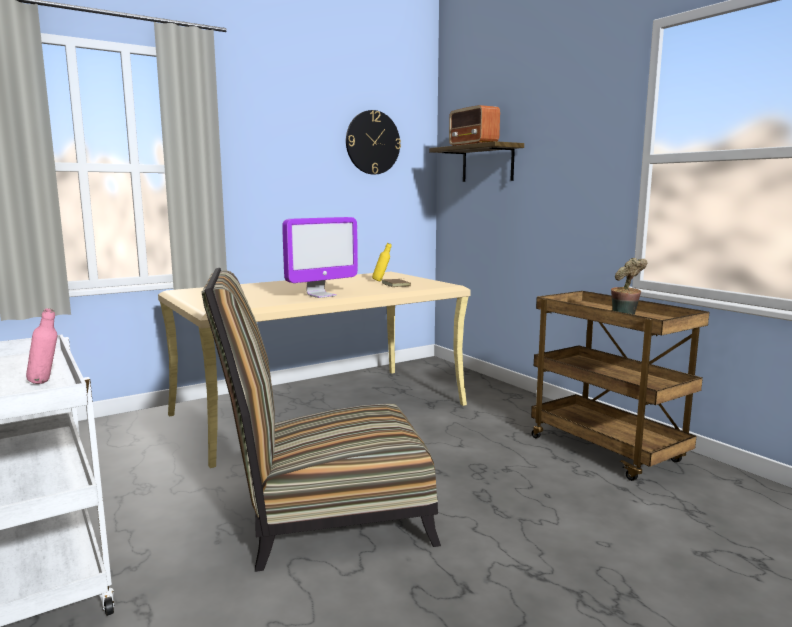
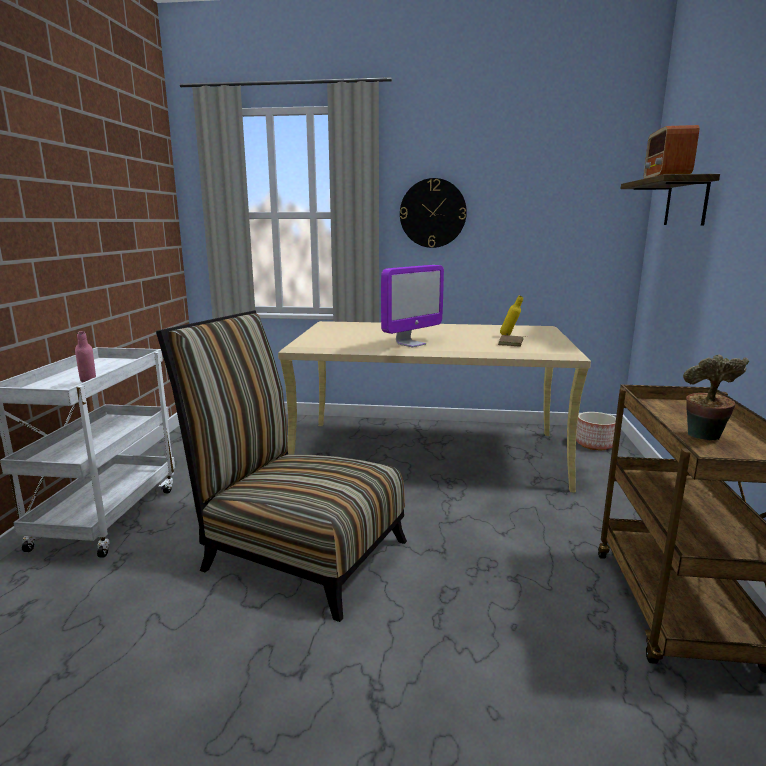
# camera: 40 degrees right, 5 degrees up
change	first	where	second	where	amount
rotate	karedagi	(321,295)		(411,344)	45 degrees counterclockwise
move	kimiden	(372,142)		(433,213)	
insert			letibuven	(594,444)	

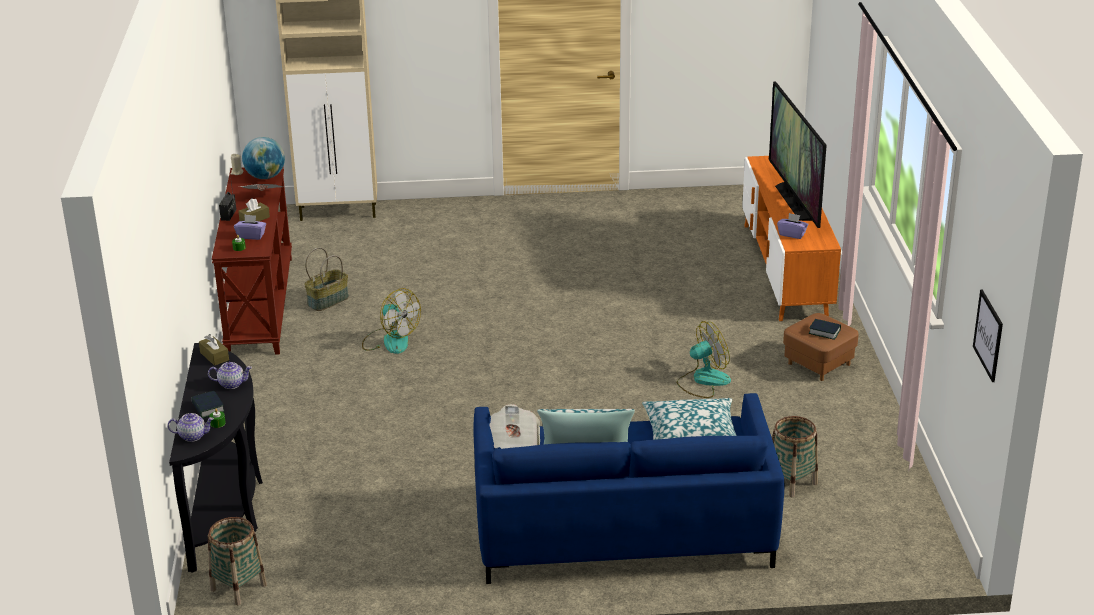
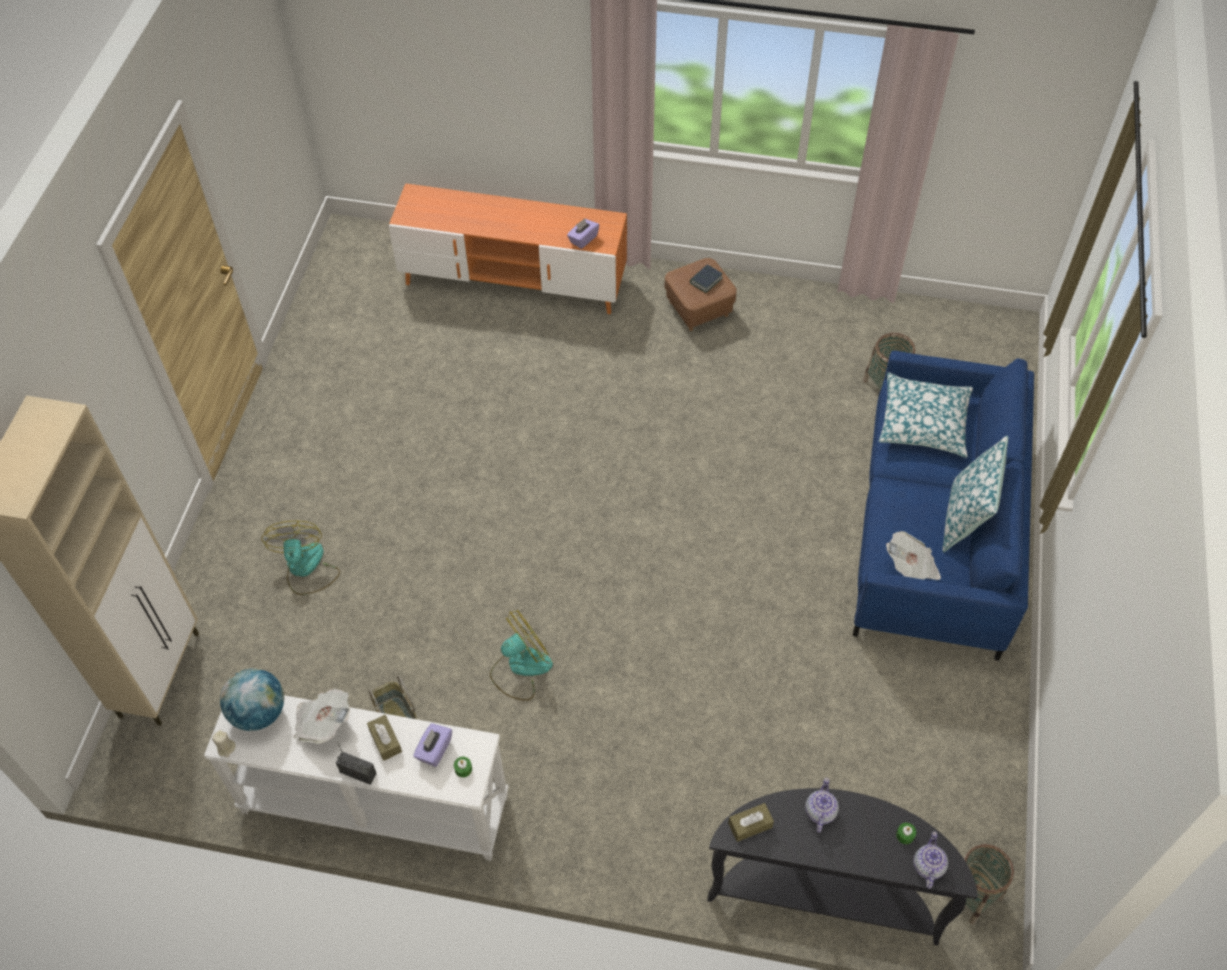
# camera: 75 degrees left, 25 degrees up
change	first	where	second	where	amount
recolor	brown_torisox	(259,305)	white_torisox	(374,805)	
move	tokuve	(703,381)		(306,568)	
delete	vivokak	(208,408)			
delete	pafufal	(795,202)			
delete	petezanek	(988,335)			

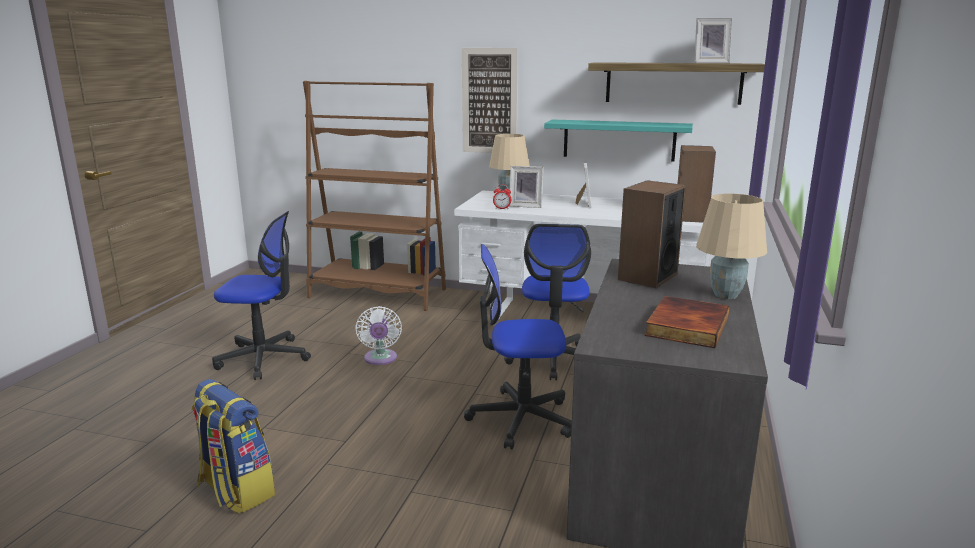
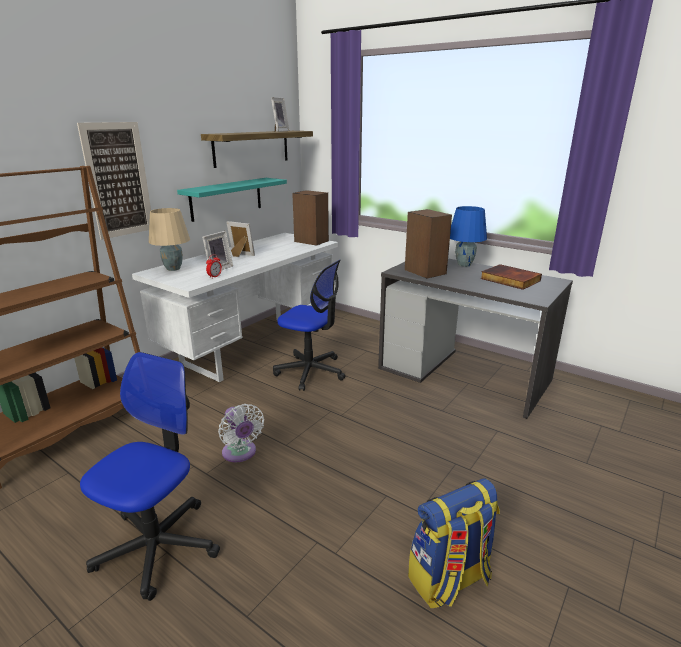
# camera: 70 degrees left, 5 degrees up
change	first	where	second	where	amount
rotate	white_tokuve	(380,359)		(240,453)	45 degrees clockwise
recolor	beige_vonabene	(724,295)	blue_vonabene	(464,265)	
delete	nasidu	(520,418)			

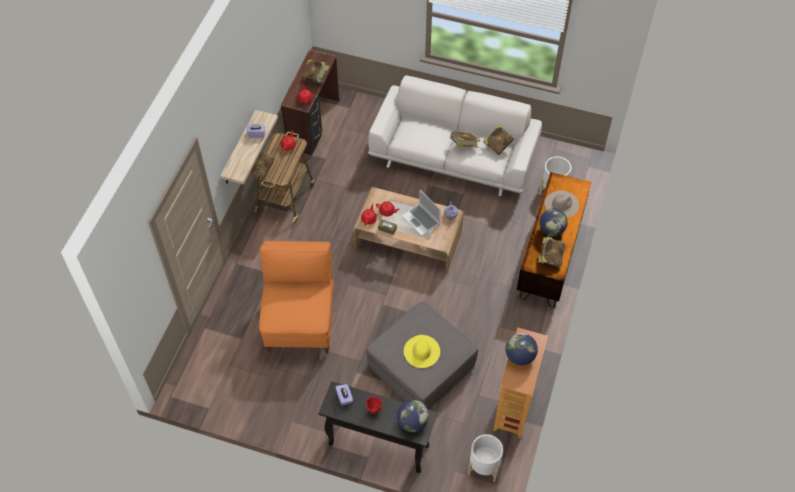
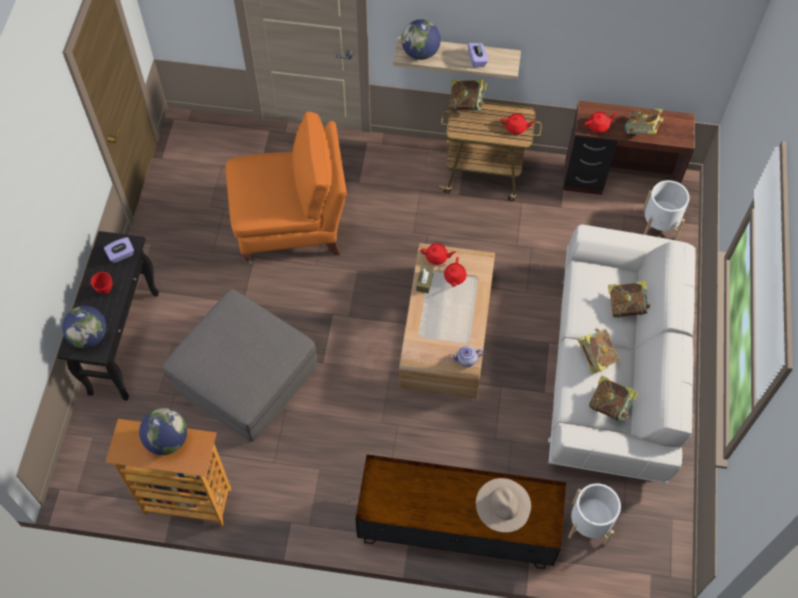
# camera: 80 degrees right, 5 degrees up
change	first	where	second	where	amount
move	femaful	(551,230)		(420,53)	
move	vivokak	(550,258)		(626,306)	
move	white_letibuven	(484,465)		(659,224)	
delete	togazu	(421,220)			
delete	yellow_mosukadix	(421,351)			

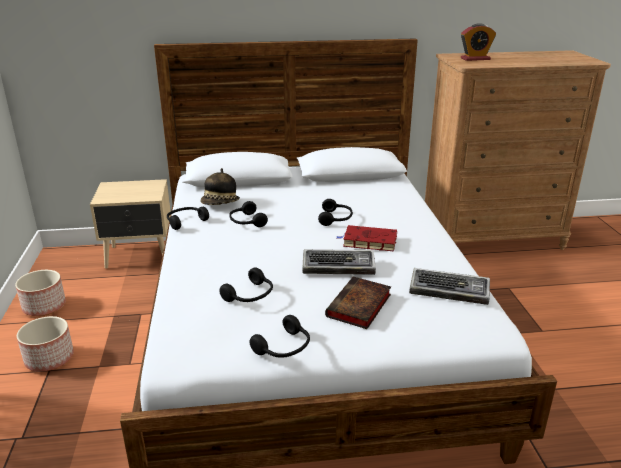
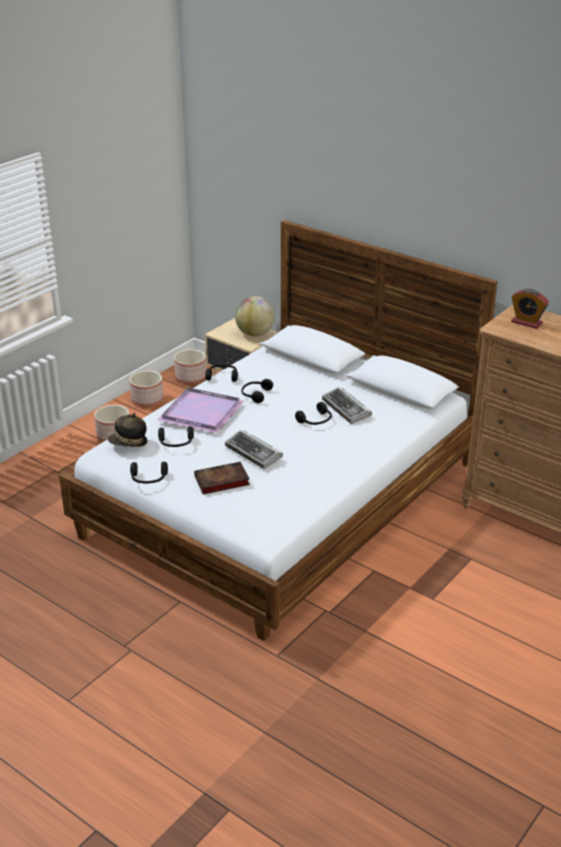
# camera: 45 degrees right, 5 degrees up
change	first	where	second	where	amount
move	mosukadix	(220,204)		(128,443)	
insert			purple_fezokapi	(202,413)	
insert			letibuven	(190,377)	
insert			femaful	(255,333)	
move	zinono	(450,290)		(347,409)	
delete	red_vivokak	(368,241)			

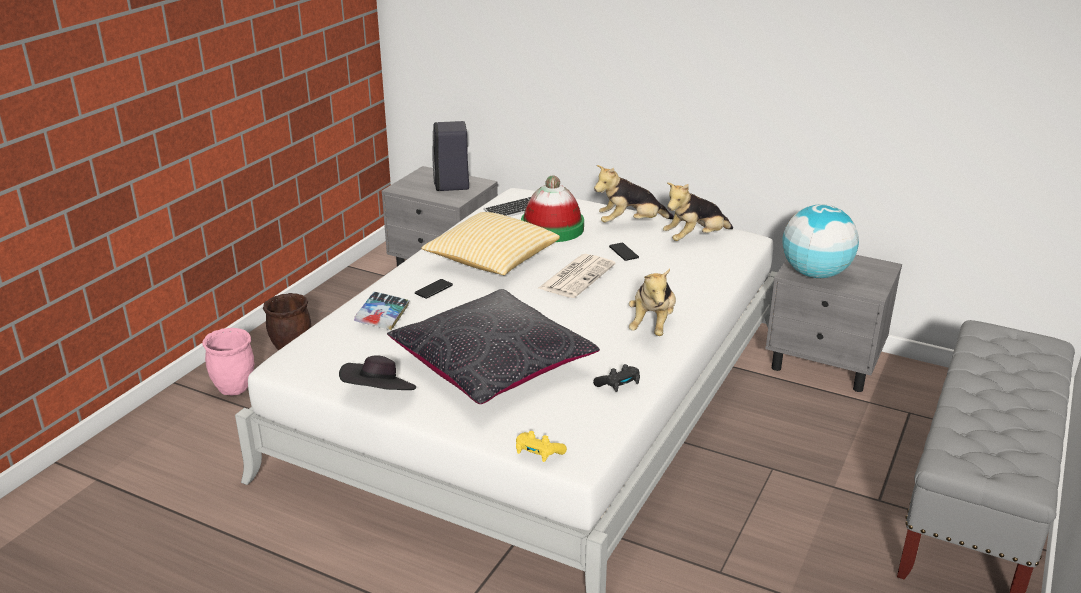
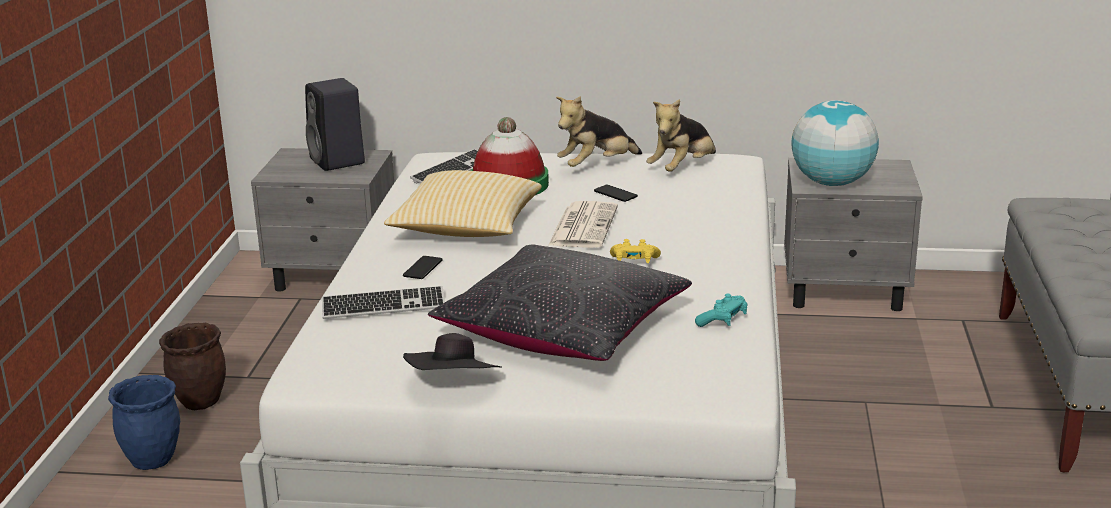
# camera: 20 degrees left, 5 degrees down
change	first	where	second	where	amount
recolor	pink_letibuven	(234,389)	blue_letibuven	(153,461)	
replace	vivokak	(382,316)	zinono	(383,306)	
move	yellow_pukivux	(538,453)		(634,261)	
recolor	black_pukivux	(618,385)	turquoise_pukivux	(722,321)	
delete	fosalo	(652,325)			

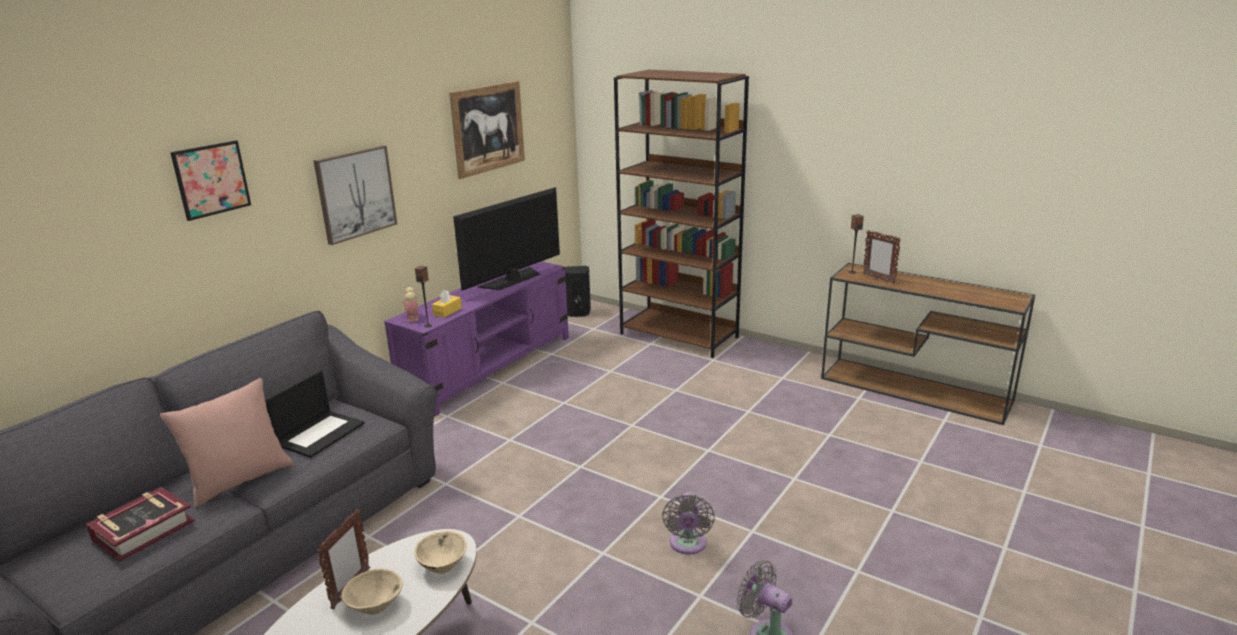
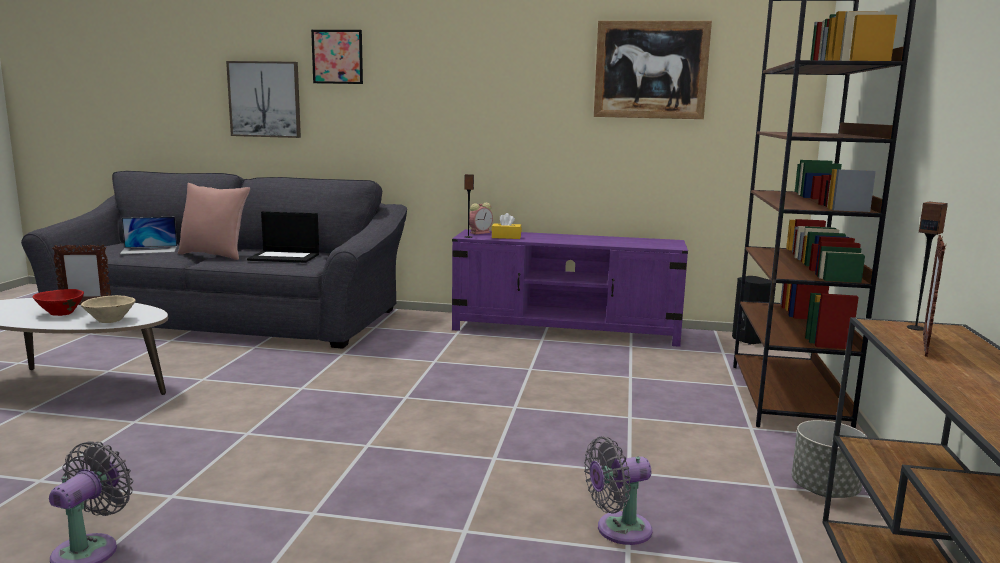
# camera: 65 degrees right, 10 degrees down
change	first	where	second	where	amount
recolor	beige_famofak	(375,607)	red_famofak	(60,313)	
replace	vivokak	(143,530)	togazu	(149,250)	
move	petezanek	(355,193)		(265,99)	
move	grey_tokuve	(687,545)		(618,530)	
insert			grey_letibuven	(825,490)	
delete	pafufal	(512,279)			

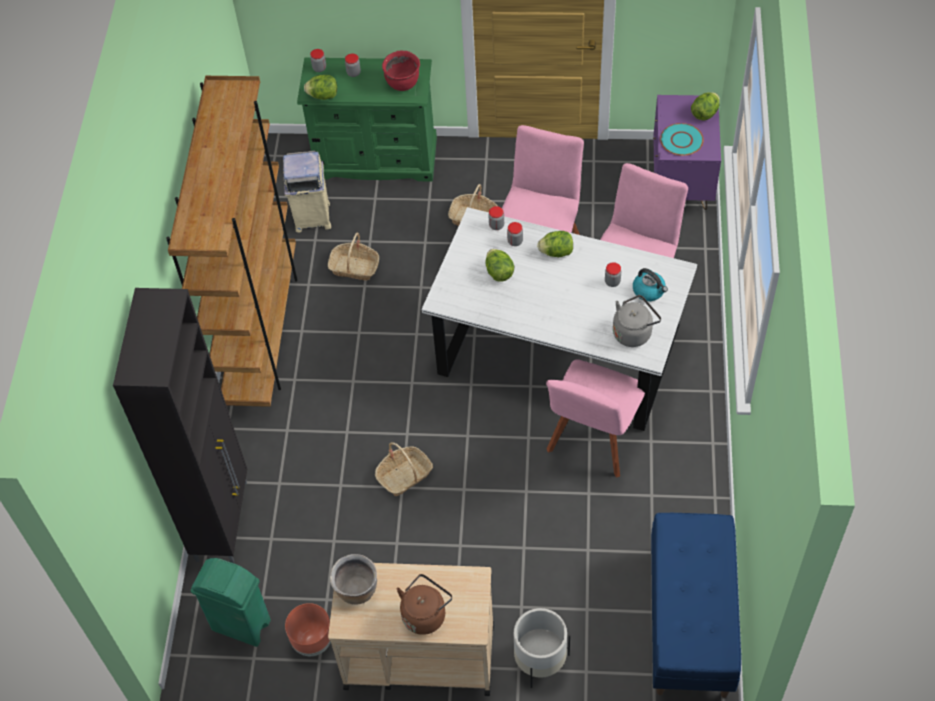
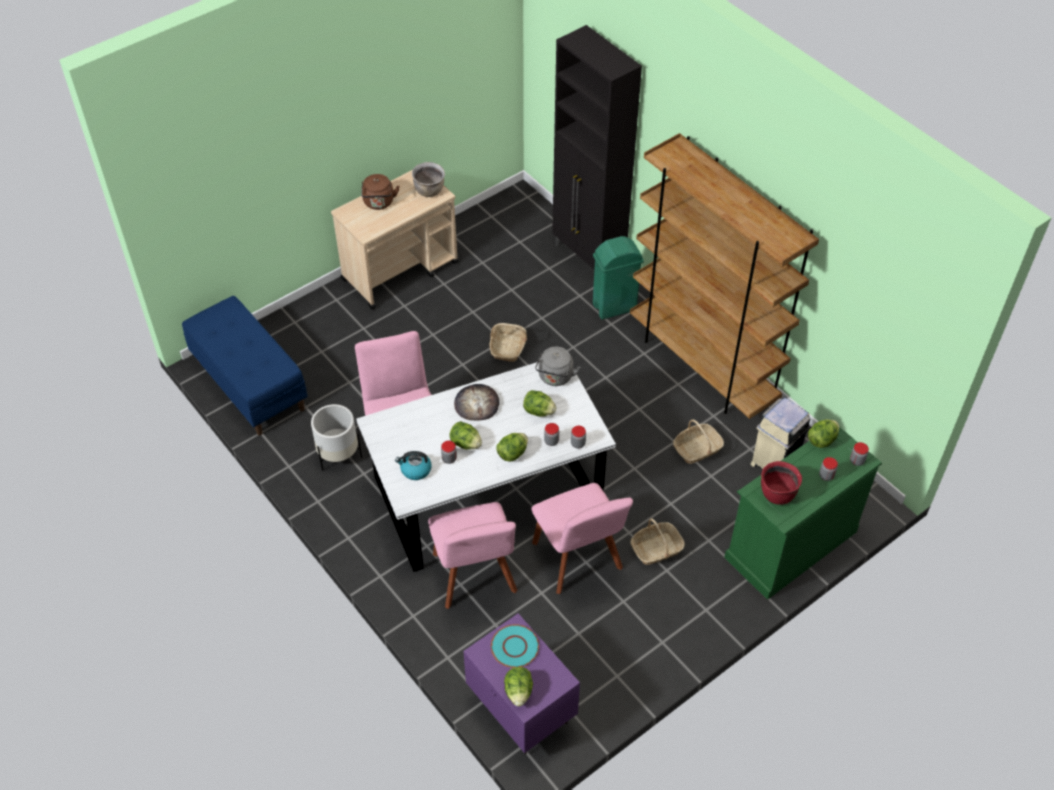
# camera: 135 degrees right, 5 degrees down
change	first	where	second	where	amount
move	white_letibuven	(540,660)		(338,455)	
insert			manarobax	(465,443)	
insert			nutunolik	(477,404)	
move	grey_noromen	(634,332)		(555,378)	
move	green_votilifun	(242,626)		(613,307)	
delete	brown_letibuven	(312,641)			

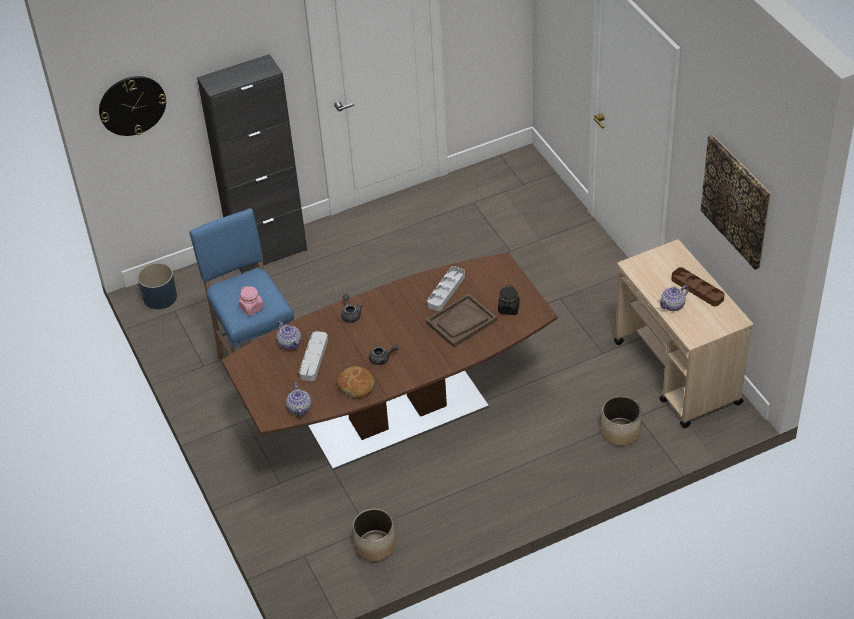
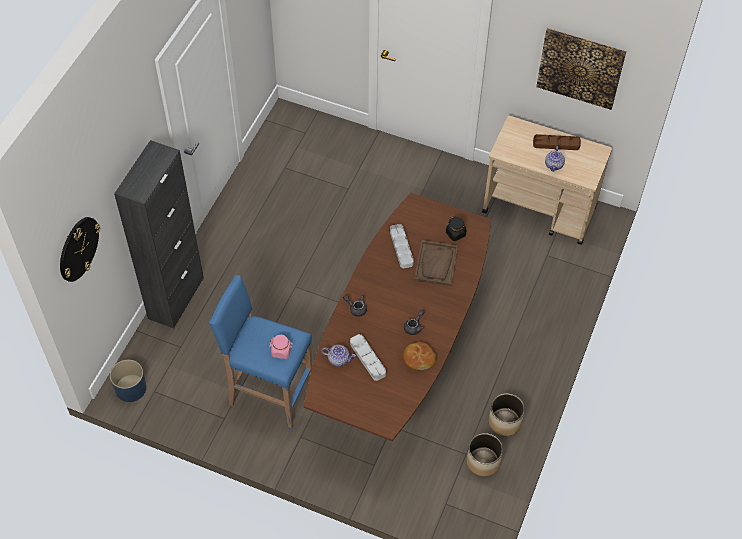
# camera: 45 degrees left, 10 degrees up
change	first	where	second	where	amount
move	letibuven	(620,432)		(505,422)	
delete	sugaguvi	(300,408)			

